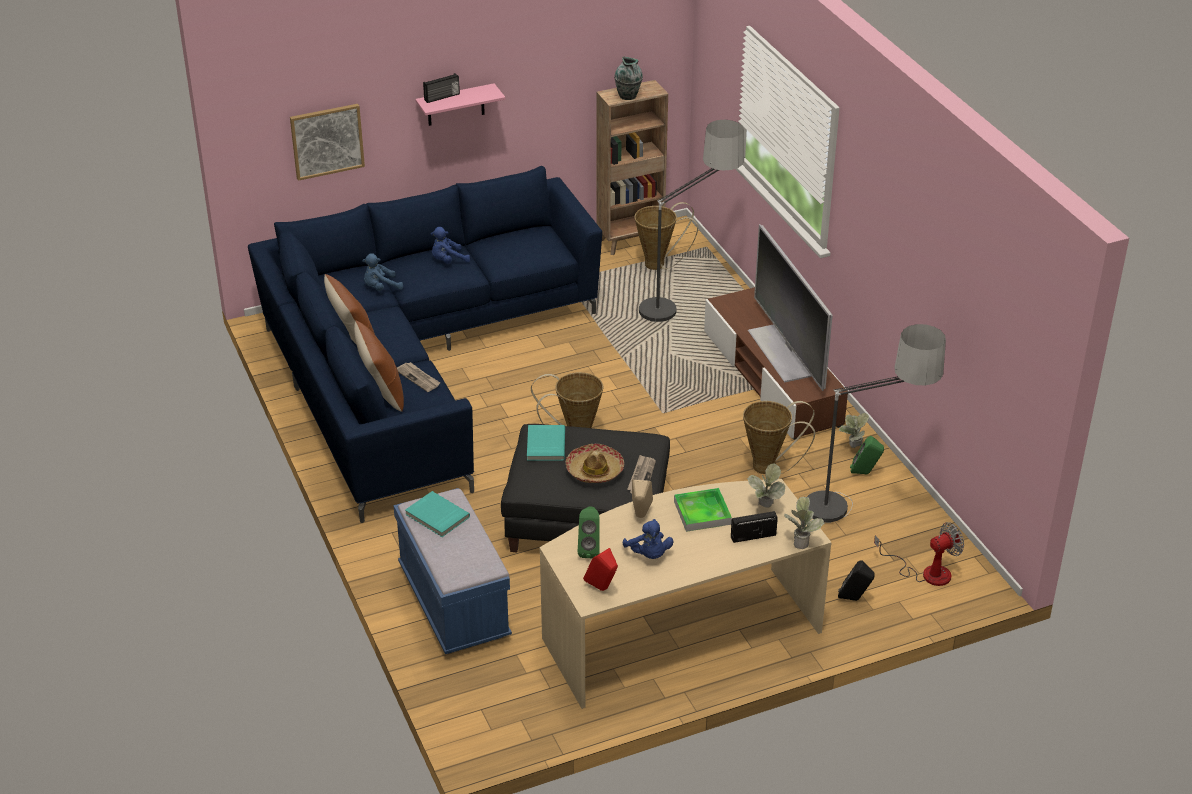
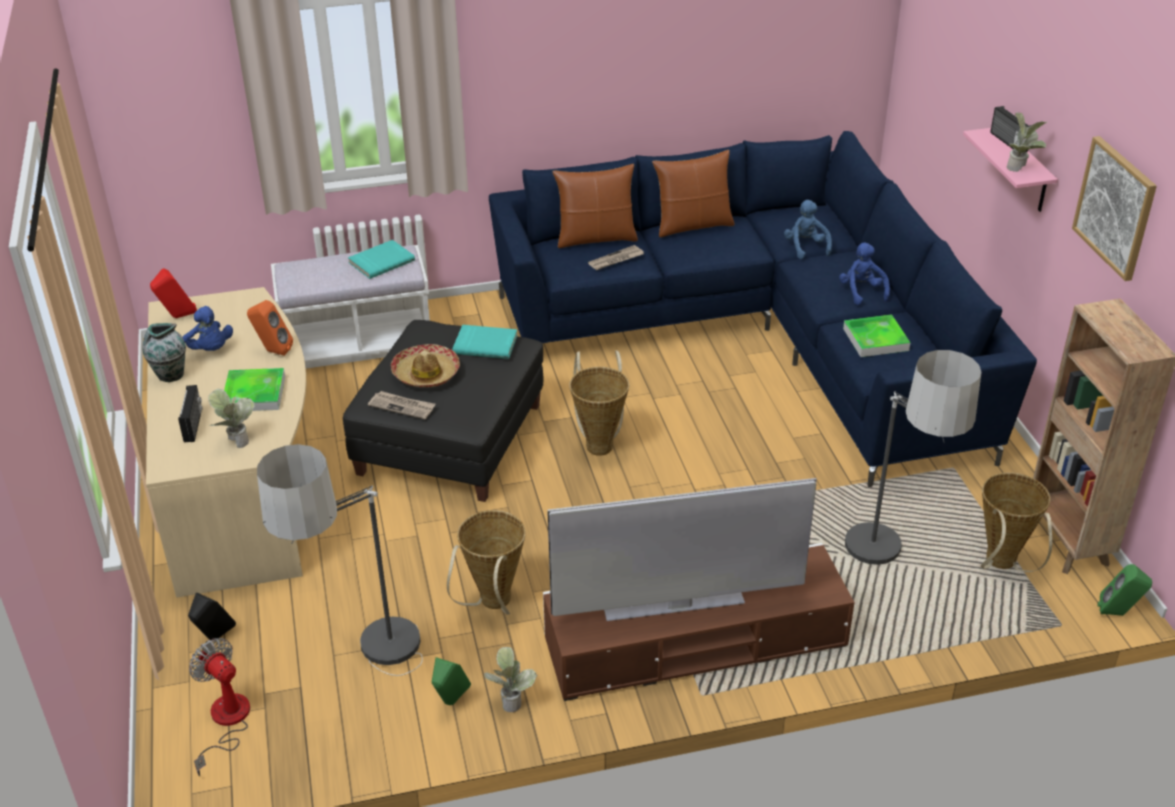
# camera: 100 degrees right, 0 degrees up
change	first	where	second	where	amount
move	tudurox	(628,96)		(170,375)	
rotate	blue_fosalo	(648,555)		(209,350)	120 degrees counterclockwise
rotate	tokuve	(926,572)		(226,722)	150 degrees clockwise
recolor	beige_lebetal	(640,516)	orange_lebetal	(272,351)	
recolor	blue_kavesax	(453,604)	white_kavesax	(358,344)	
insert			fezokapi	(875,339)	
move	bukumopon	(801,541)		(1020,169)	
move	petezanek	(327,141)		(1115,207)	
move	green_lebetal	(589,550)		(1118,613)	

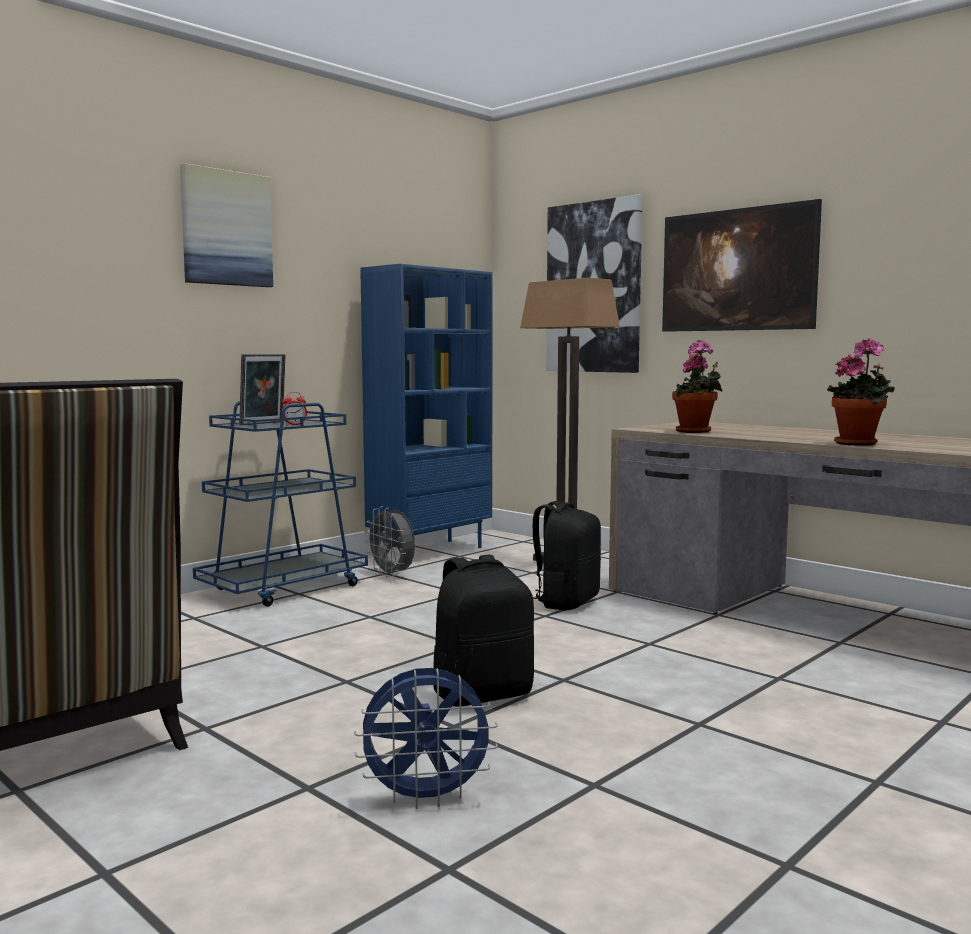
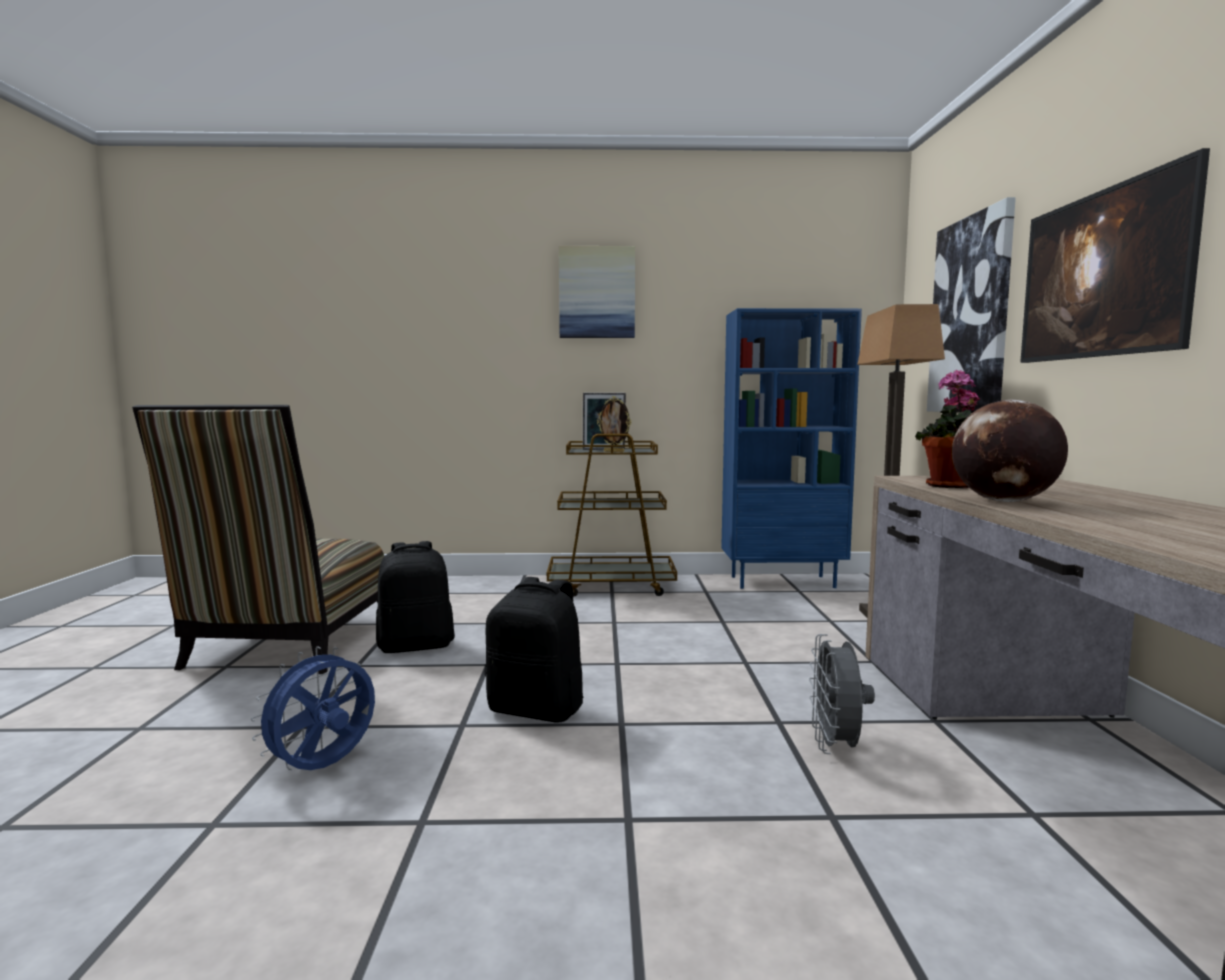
# camera: 45 degrees right, 0 degrees up
change	first	where	second	where	amount
rotate	blue_tokuve	(426,798)		(324,768)	90 degrees clockwise
move	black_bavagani	(565,602)		(416,646)	
recolor	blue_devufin	(284,588)	brown_devufin	(612,586)	
replace	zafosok	(294,425)	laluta	(614,451)	
move	grey_tokuve	(392,575)		(836,747)	
insert			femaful	(1003,501)	
delete	bukumopon	(859,443)			

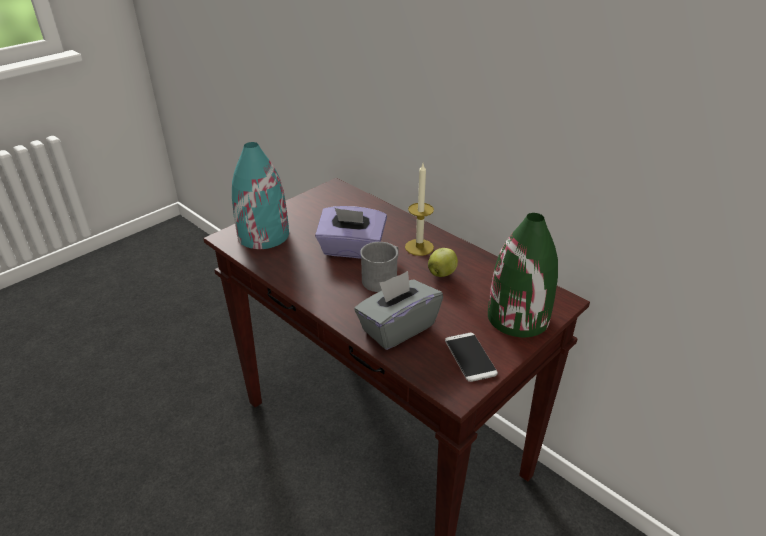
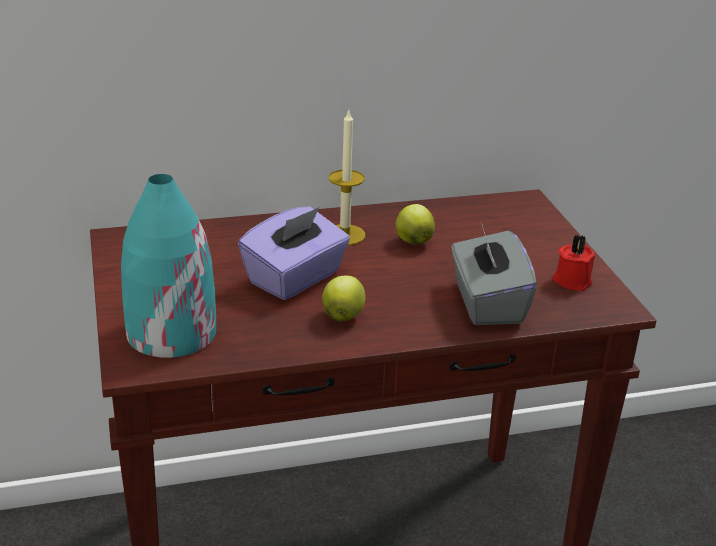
# camera: 60 degrees left, 5 degrees down
change	first	where	second	where	amount
insert			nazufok	(343,316)	
replace	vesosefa	(470,357)	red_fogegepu	(572,280)	
delete	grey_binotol	(382,278)			
delete	green_tudurox	(518,318)			

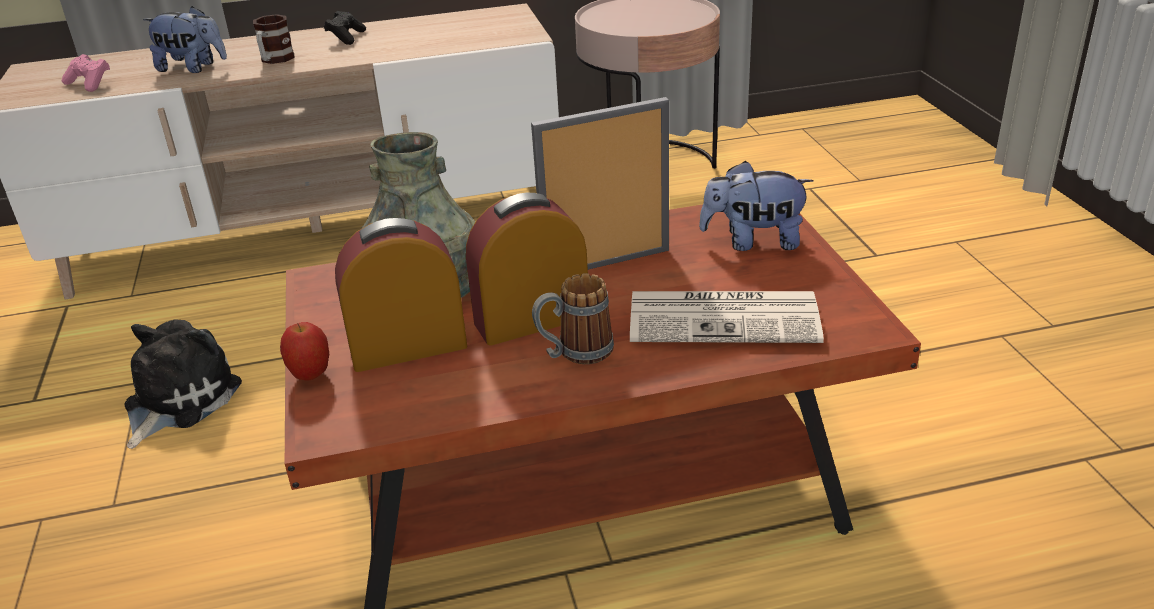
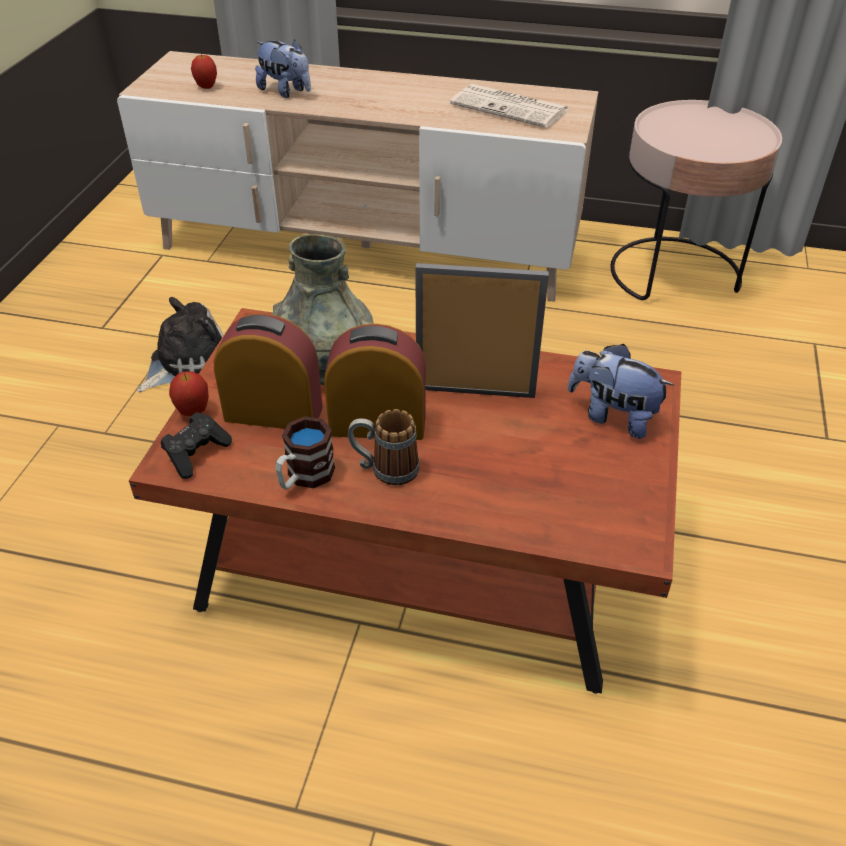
# camera: 25 degrees right, 10 degrees up
change	first	where	second	where	amount
move	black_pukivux	(346,37)		(196,454)	
replace	pink_pukivux	(90,84)	nazufok	(206,87)	
move	binotol	(275,60)		(304,477)	
move	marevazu	(726,318)		(511,107)	

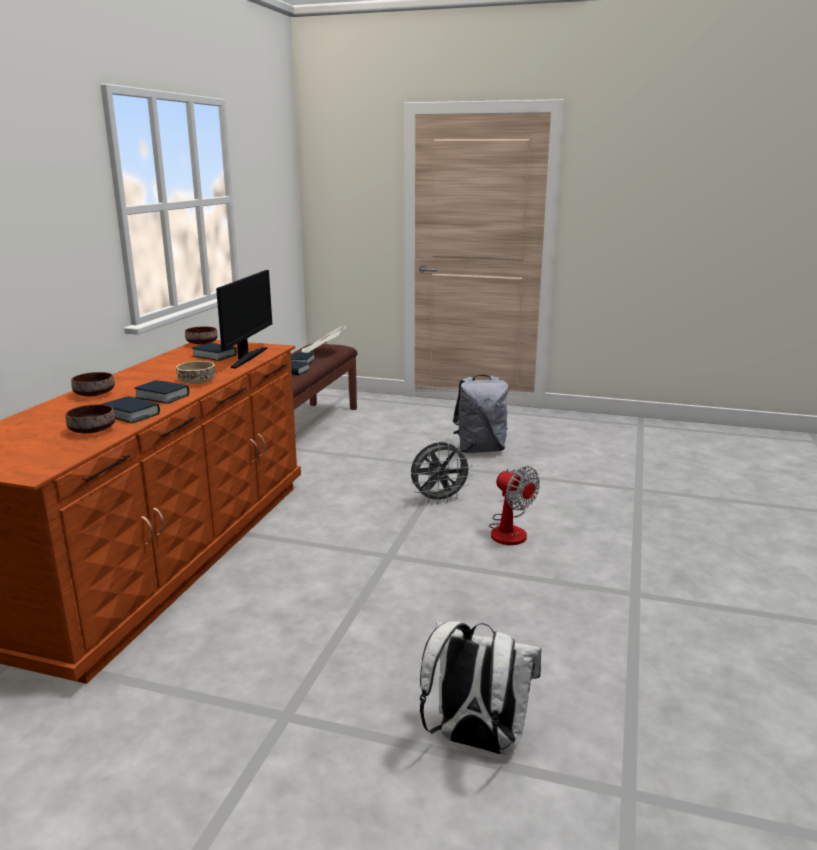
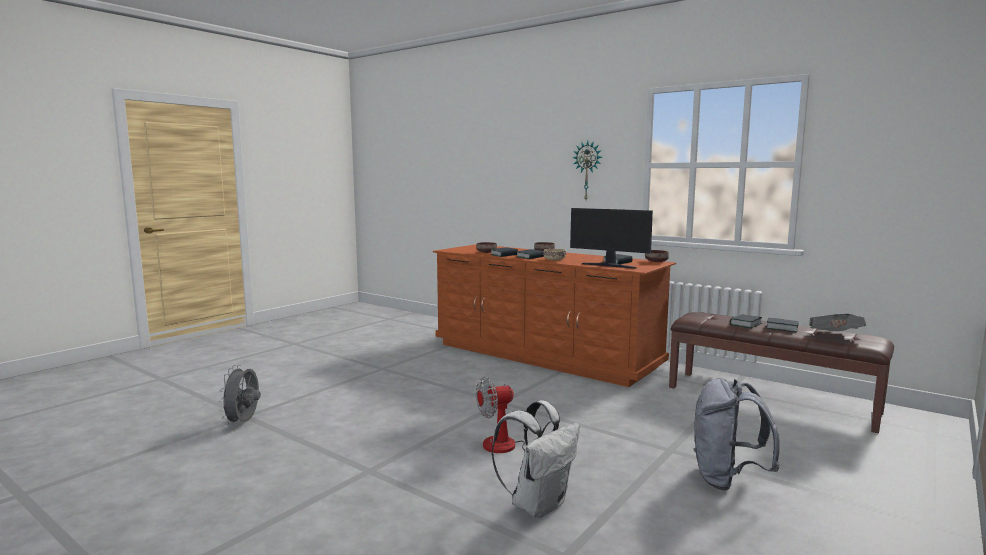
# camera: 110 degrees right, 10 degrees down
change	first	where	second	where	amount
move	grey_tokuve	(439,500)		(244,423)	
move	white_bavagani	(475,741)		(538,504)	
insert			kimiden	(588,171)	

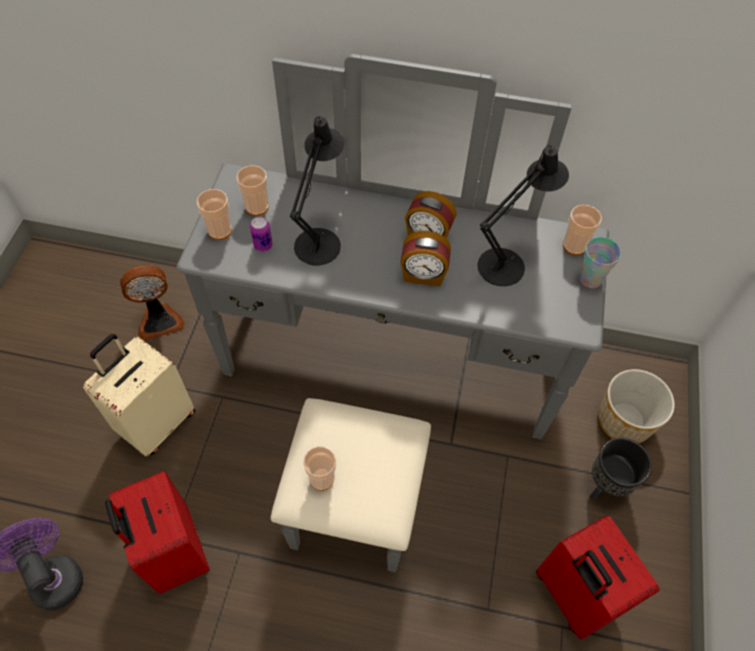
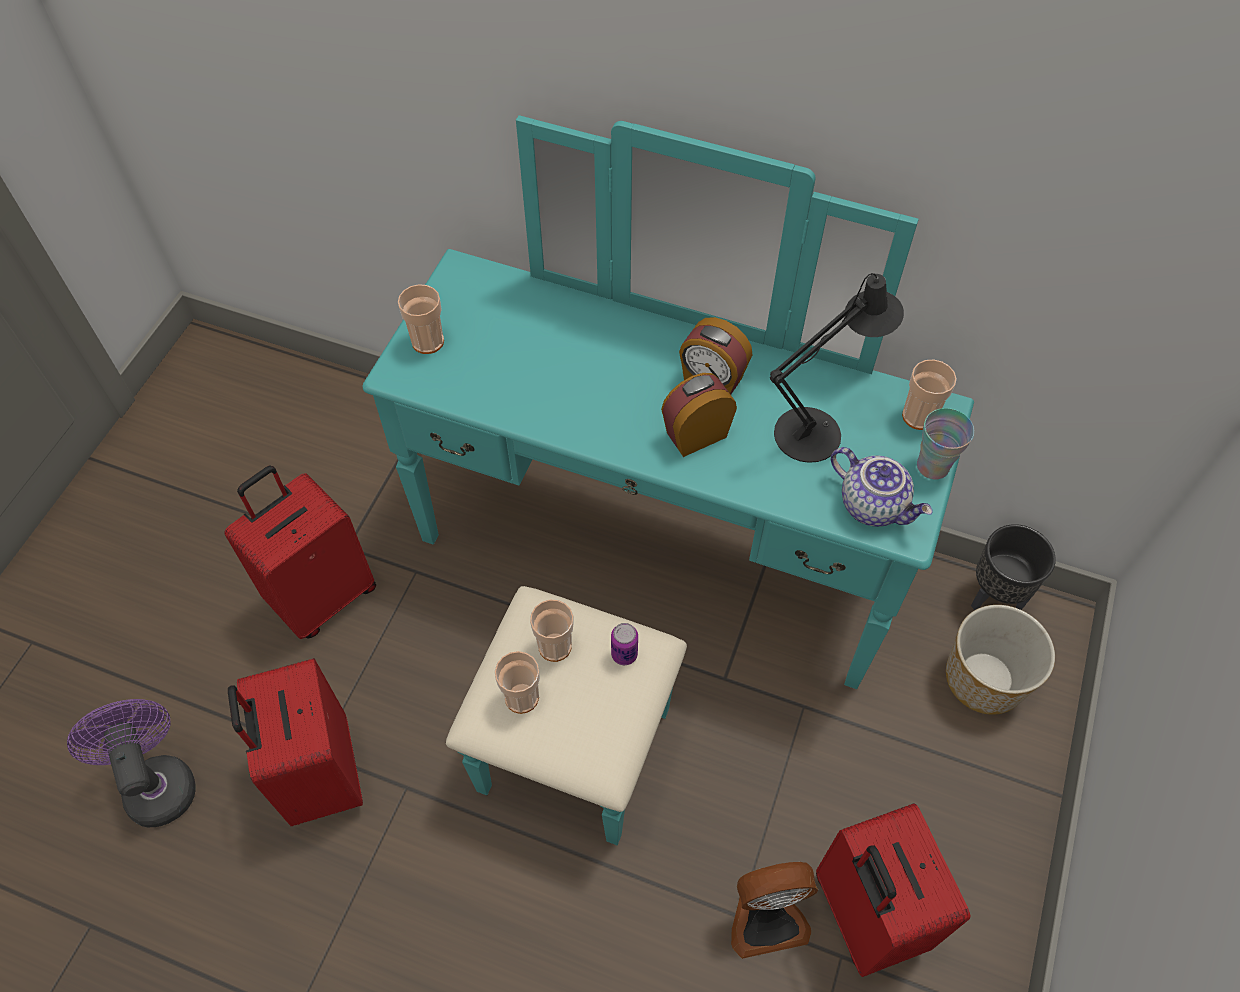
# camera: 10 degrees right, 0 degrees up
change	first	where	second	where	amount
recolor	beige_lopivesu	(156,422)	red_lopivesu	(322,595)	
recolor	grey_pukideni	(384,391)	turquoise_pukideni	(641,592)	
move	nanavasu	(257,207)		(555,646)	
move	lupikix	(263,245)		(624,654)	
rotate	zafosok	(423,275)		(695,434)	135 degrees clockwise
move	tokuve	(159,320)		(766,916)	
insert			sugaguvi	(874,504)	
move	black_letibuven	(606,486)		(995,596)	
delete	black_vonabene	(320,241)			

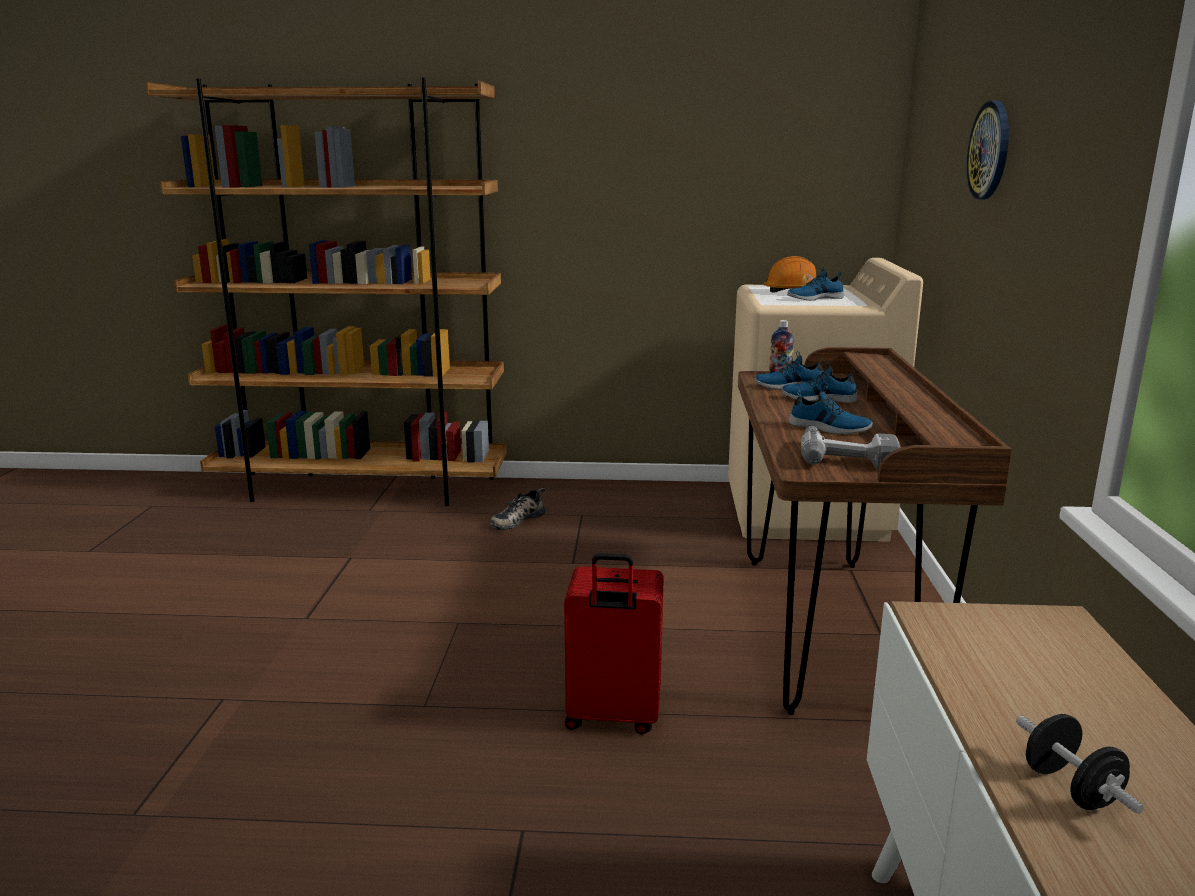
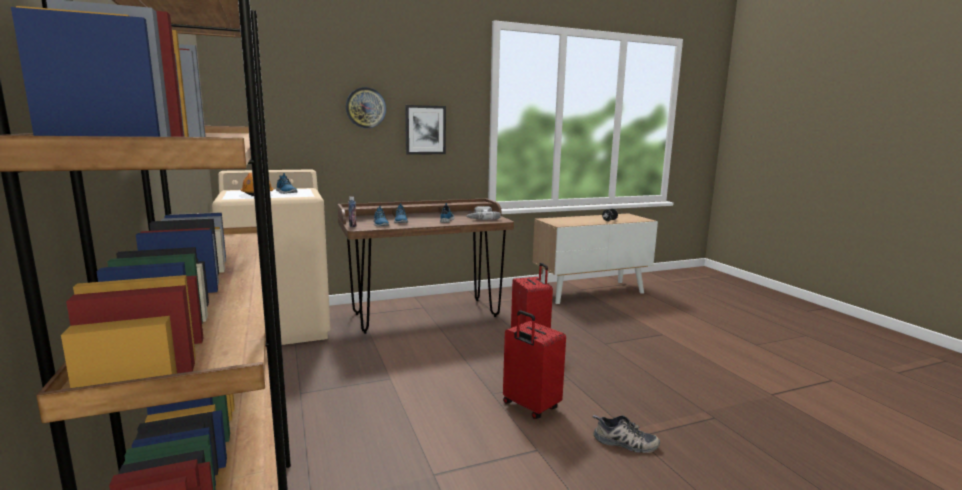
# camera: 115 degrees left, 5 degrees down
change	first	where	second	where	amount
insert			petezanek	(425,130)	
insert			red_lopivesu	(530,406)	
move	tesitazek	(517,519)		(624,443)	

